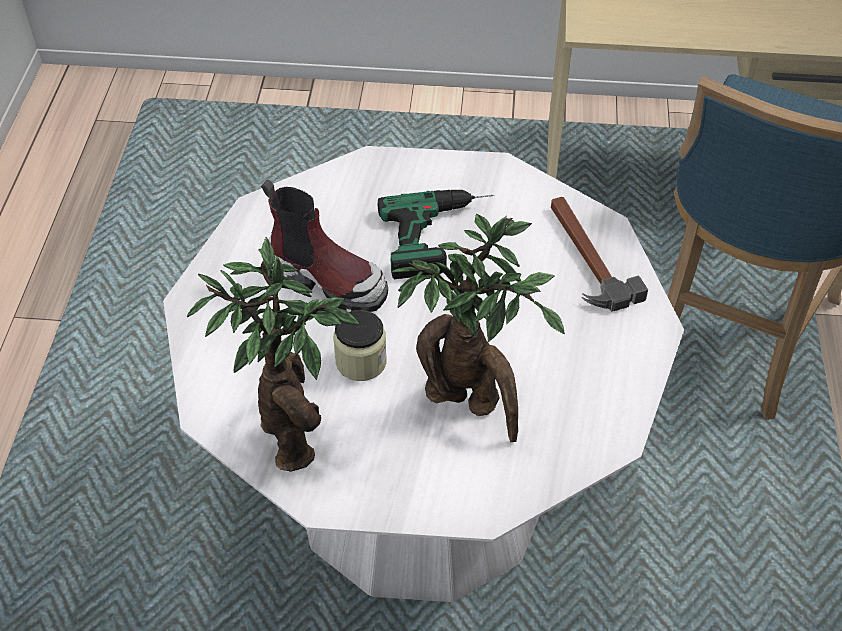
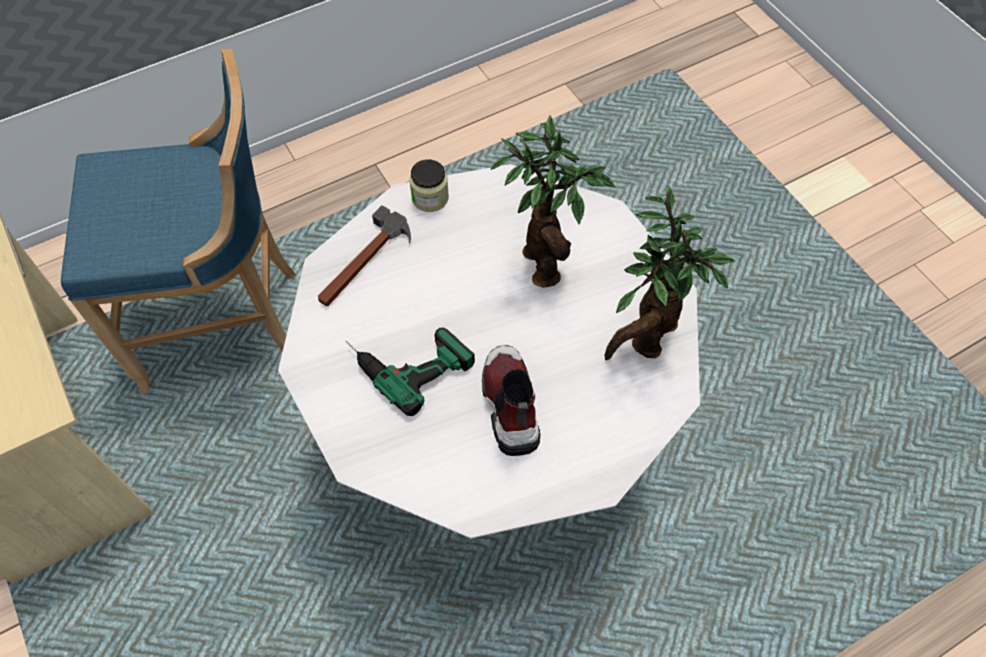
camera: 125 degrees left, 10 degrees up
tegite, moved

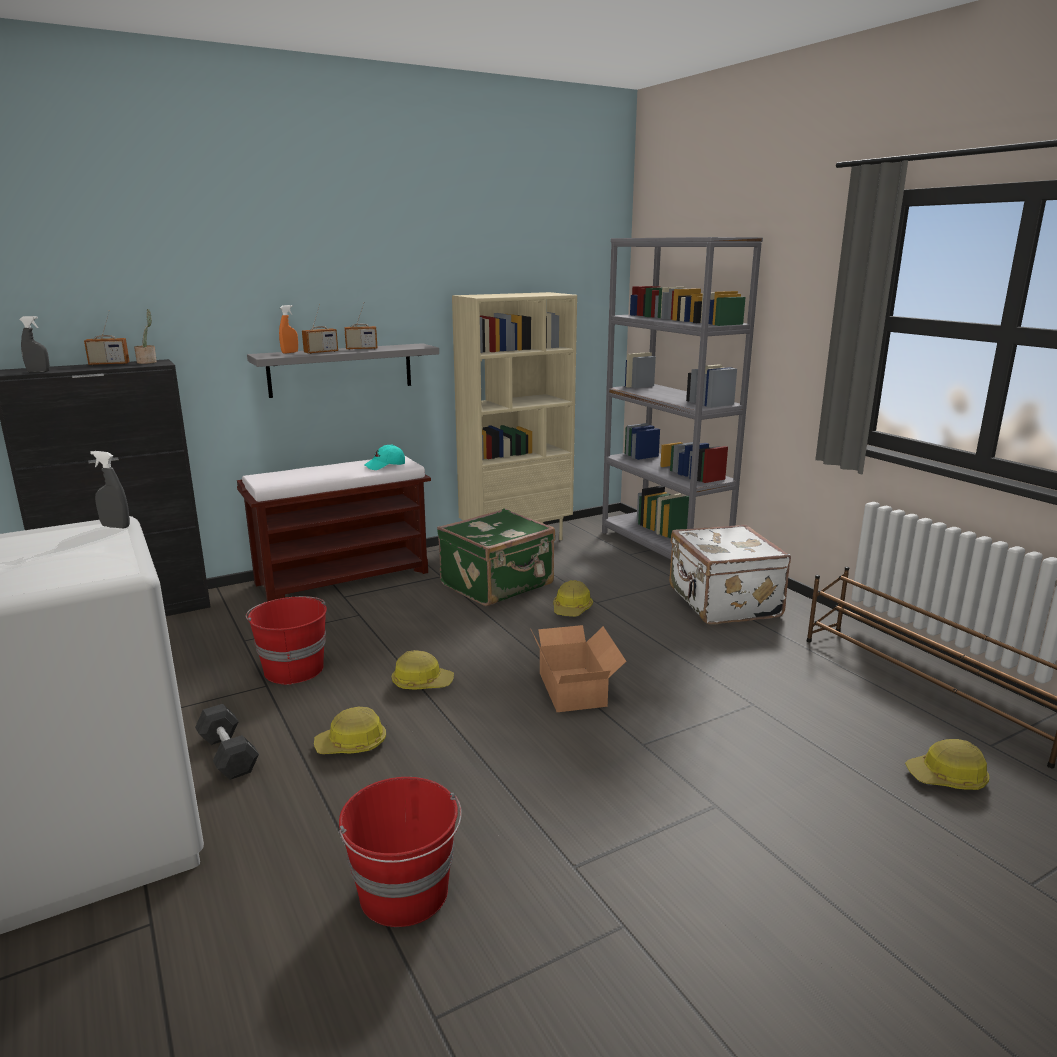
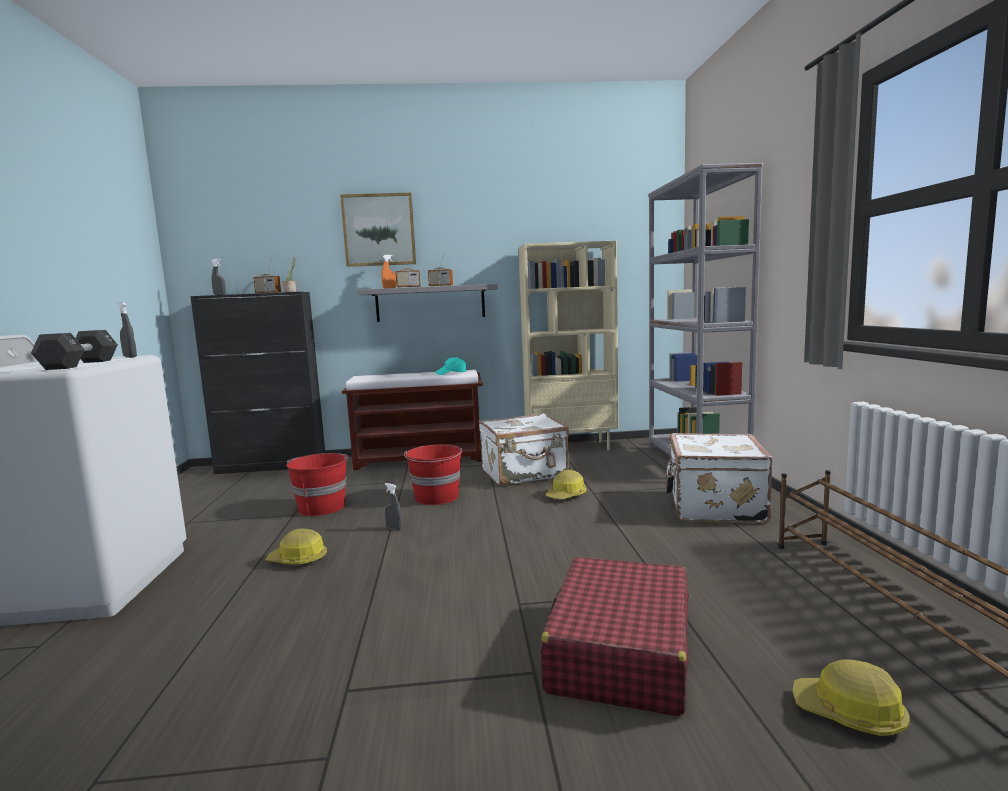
camera: 25 degrees right, 10 degrees down
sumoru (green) → sumoru (white) (1st from left)
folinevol → -
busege (2nd from left) → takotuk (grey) (3rd from left)
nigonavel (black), moved
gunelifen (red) (2nd from left), moved
- → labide
- → sumoru (red)

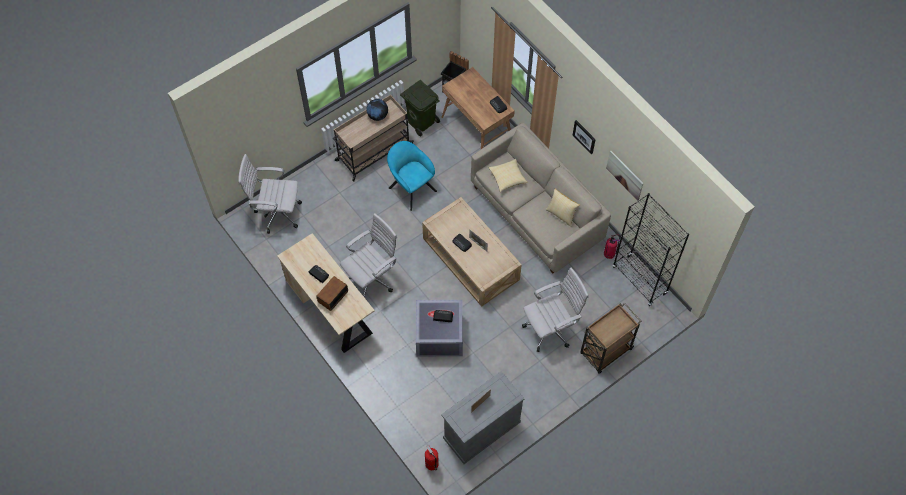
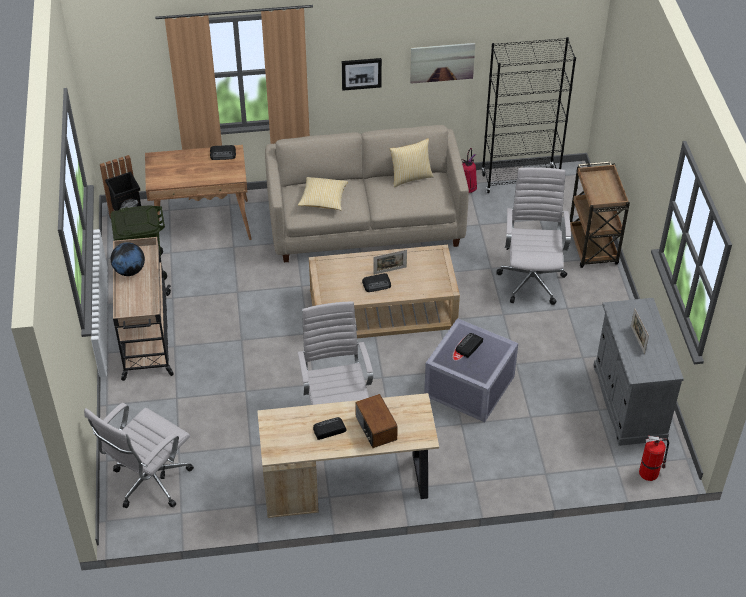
camera: 60 degrees left, 15 degrees down
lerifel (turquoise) → -

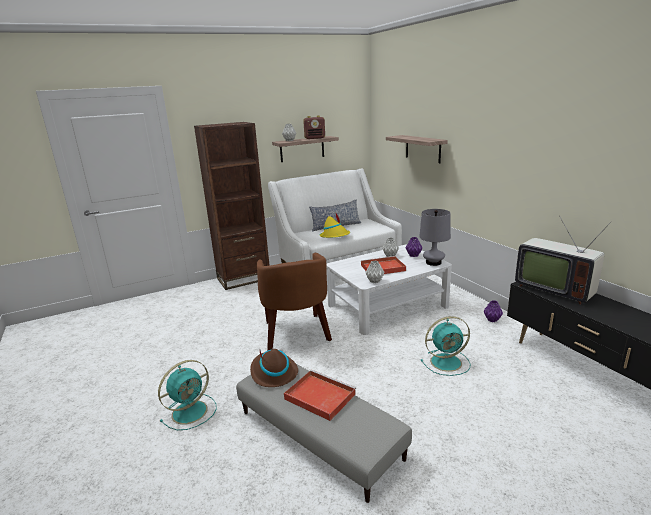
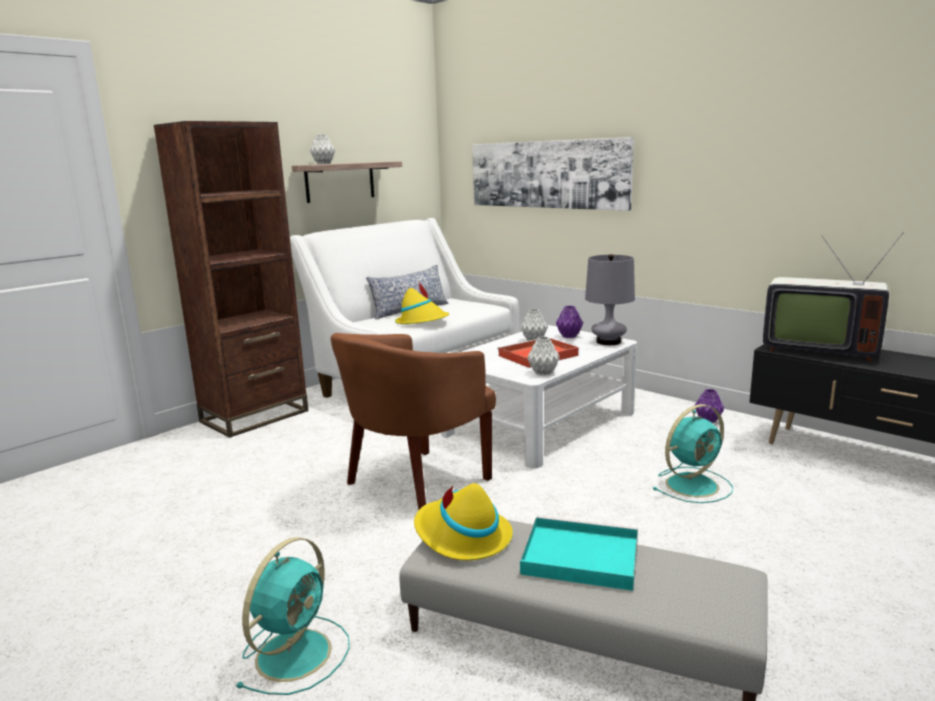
camera: 20 degrees left, 5 degrees down
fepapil → -
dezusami (2nd from left) → labide
lerifel (brown), 75 degrees clockwise
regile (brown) → regile (yellow) (2nd from left)
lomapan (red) (1st from left) → lomapan (turquoise)

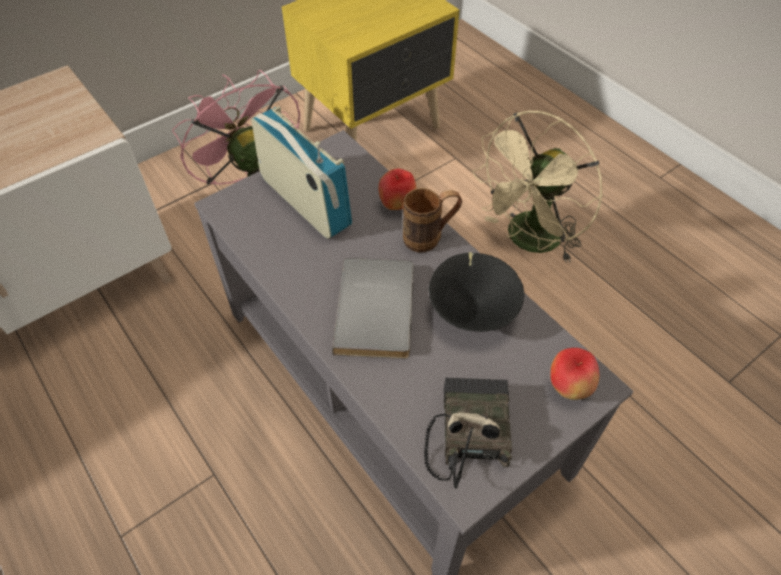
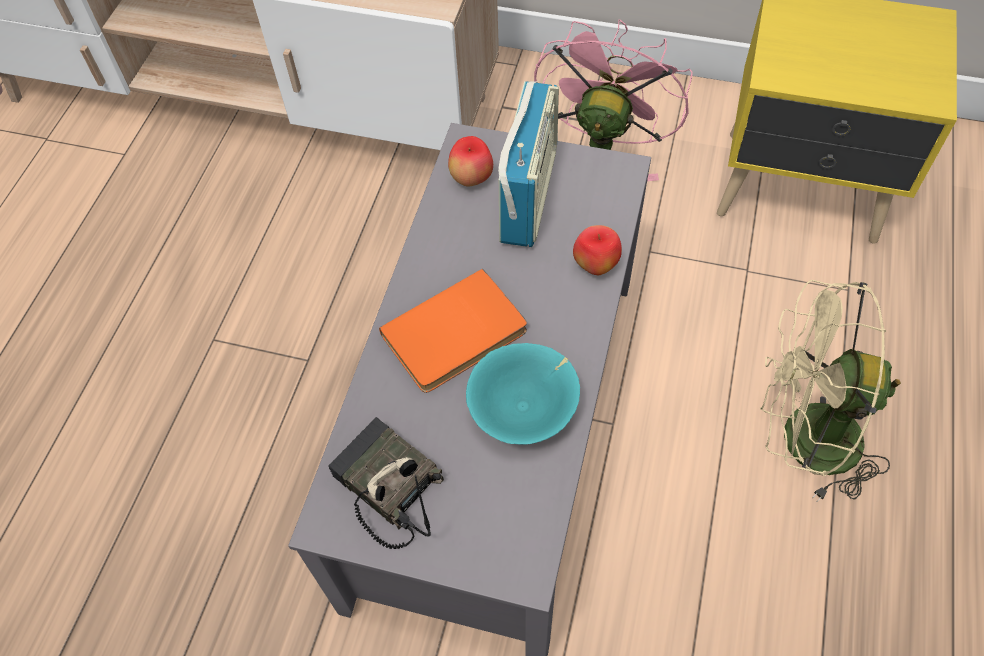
camera: 55 degrees right, 5 degrees up
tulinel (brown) → -
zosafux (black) → zosafux (turquoise)
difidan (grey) → difidan (orange)
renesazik (2nd from left in the first image) → renesazik (1st from left), moved
fepapil (2nd from left in the first image) → fepapil (1st from left), 105 degrees counterclockwise

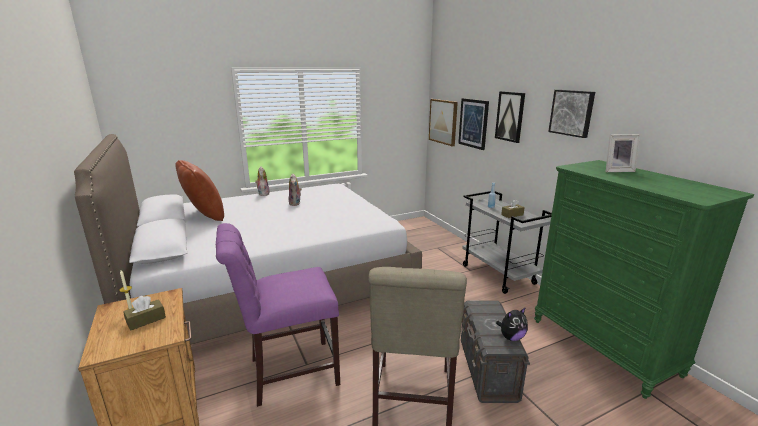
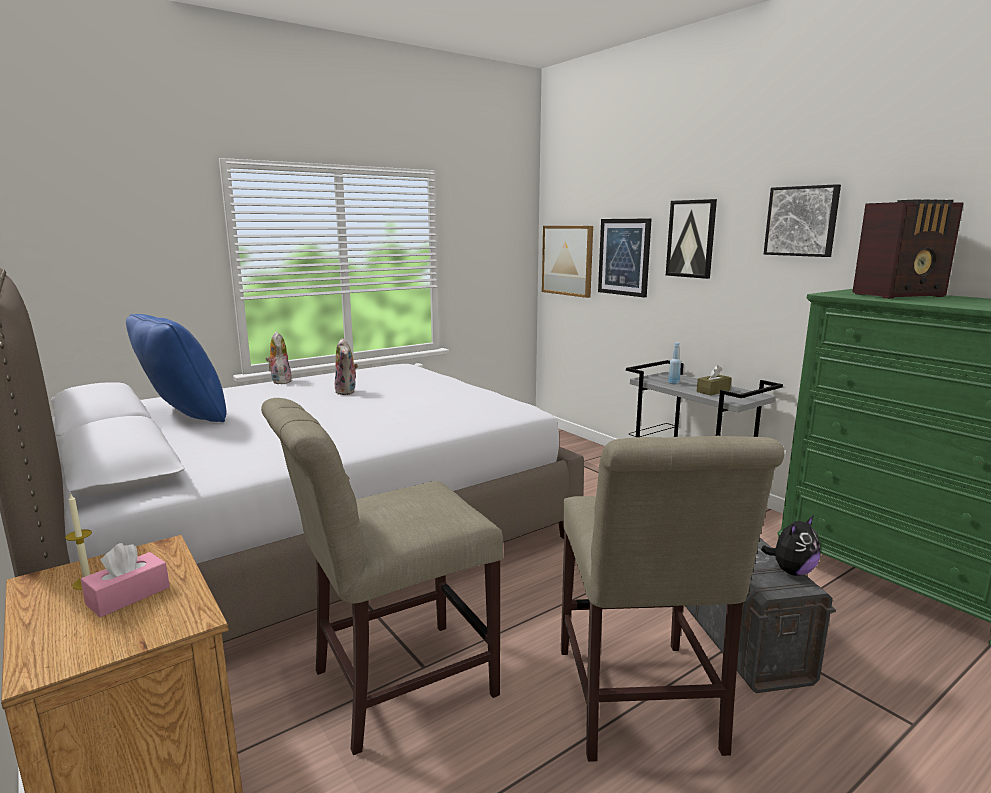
camera: 10 degrees left, 5 degrees down
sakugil → fepapil
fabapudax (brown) → fabapudax (blue)
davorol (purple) → davorol (beige) (1st from left)
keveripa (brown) (1st from left) → keveripa (pink)

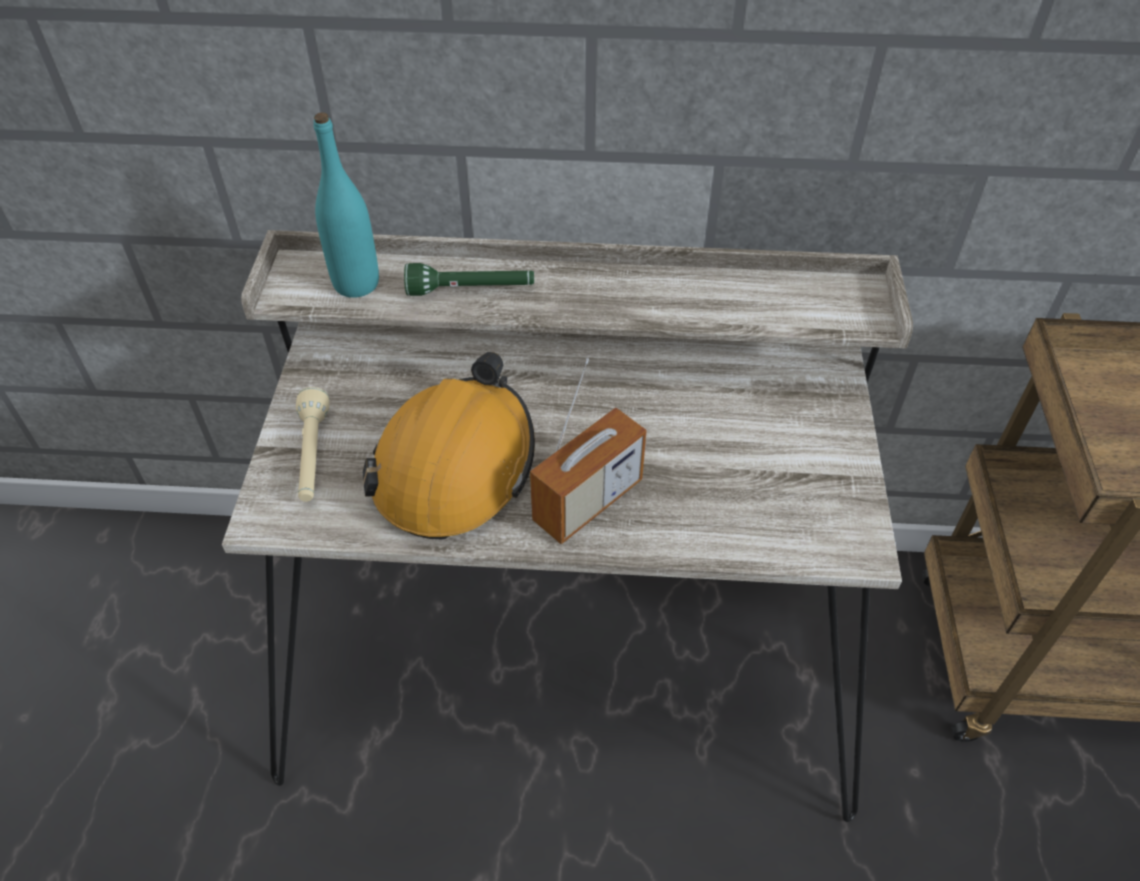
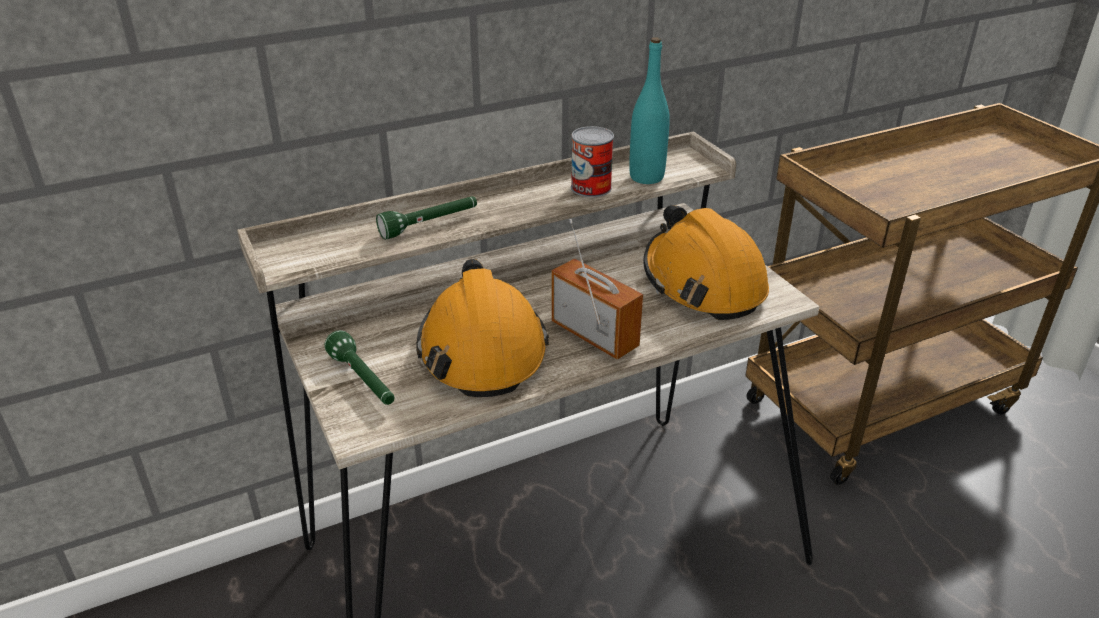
camera: 30 degrees left, 15 degrees down
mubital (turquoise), moved
fepapil, 60 degrees counterclockwise
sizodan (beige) → sizodan (green) (1st from left)
- → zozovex
- → busege (orange) (2nd from left)

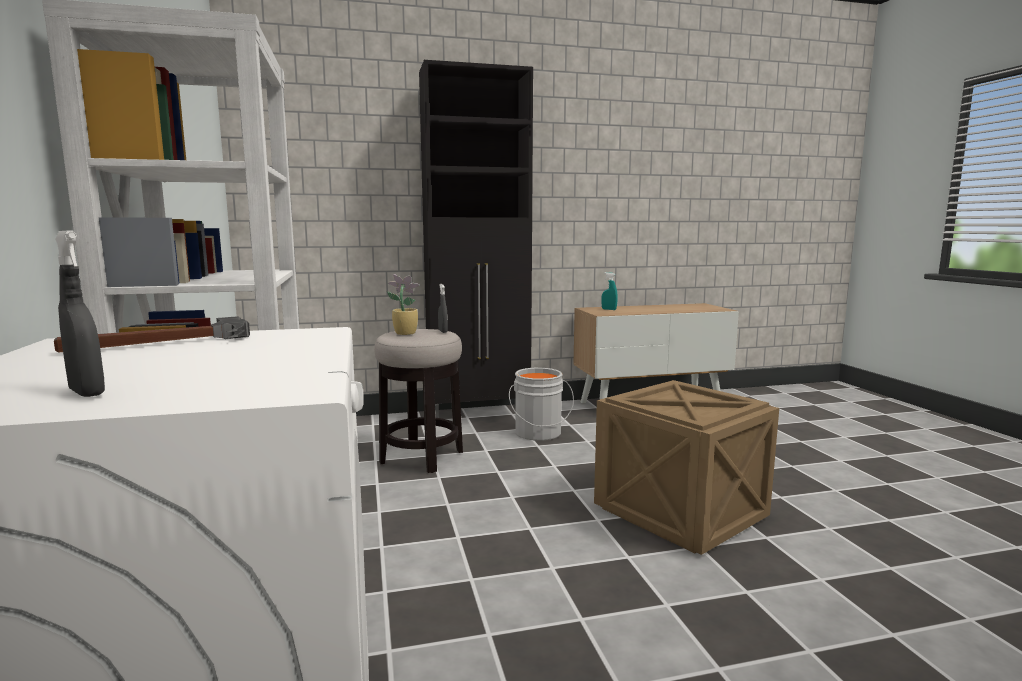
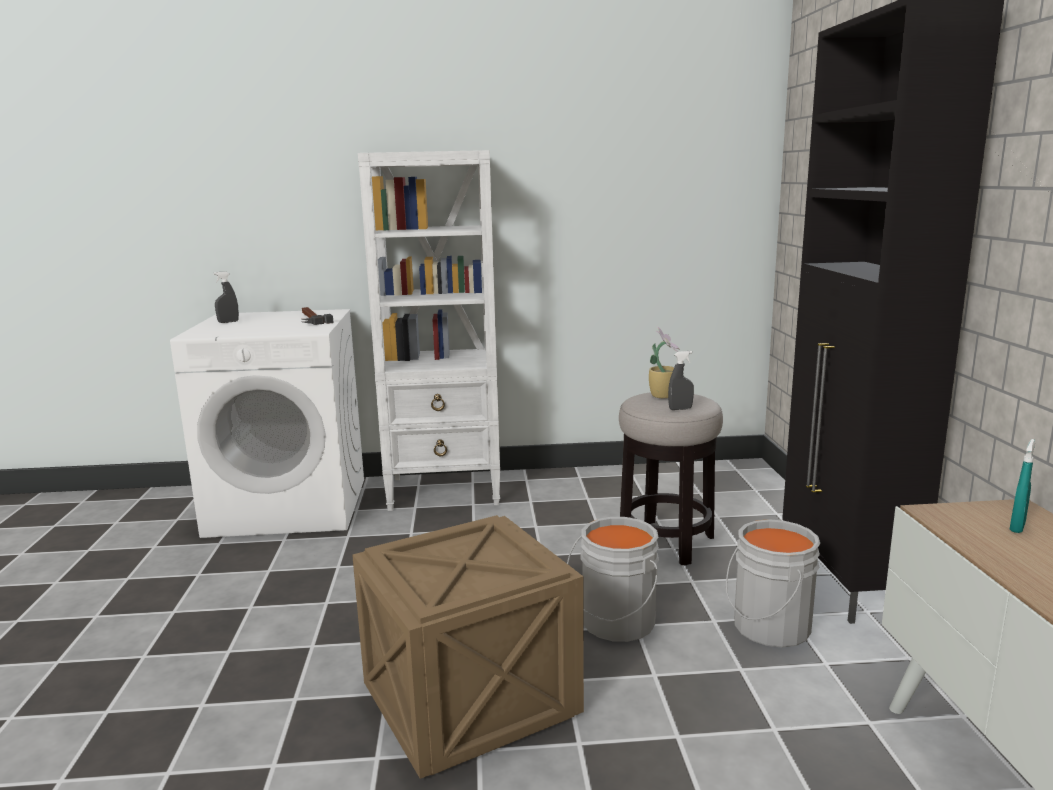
camera: 100 degrees right, 5 degrees up
- → gunelifen (grey) (1st from left)

